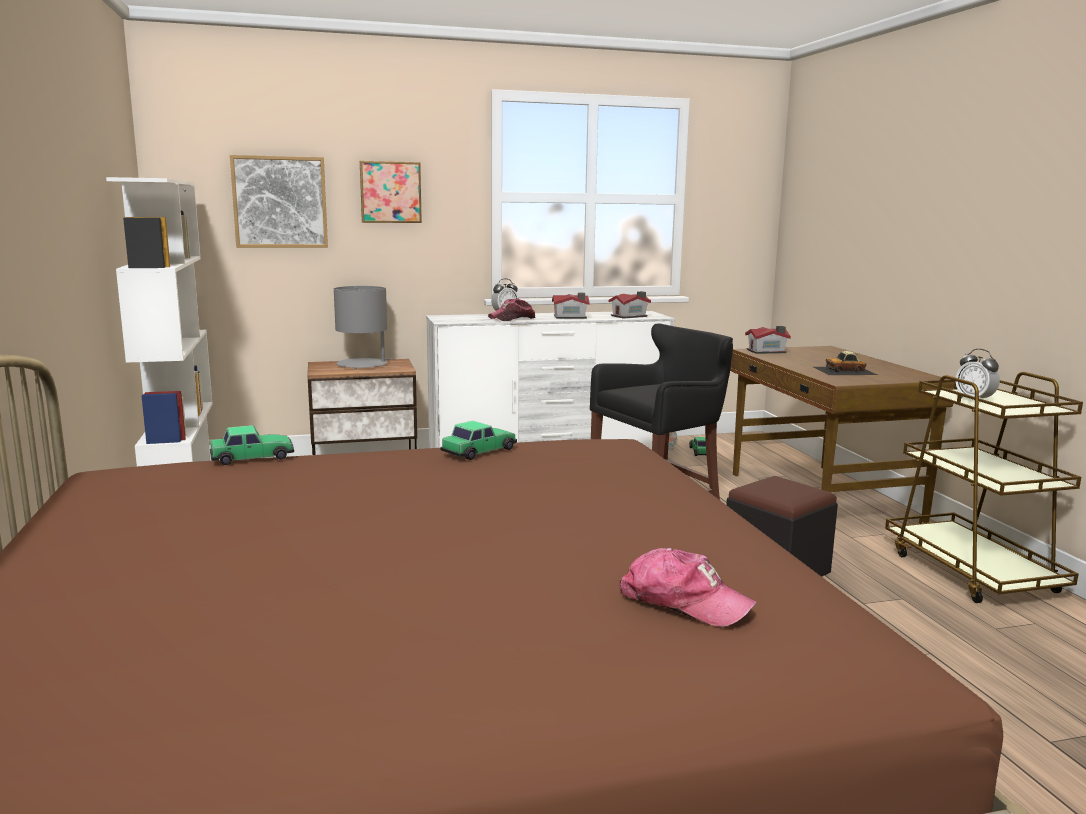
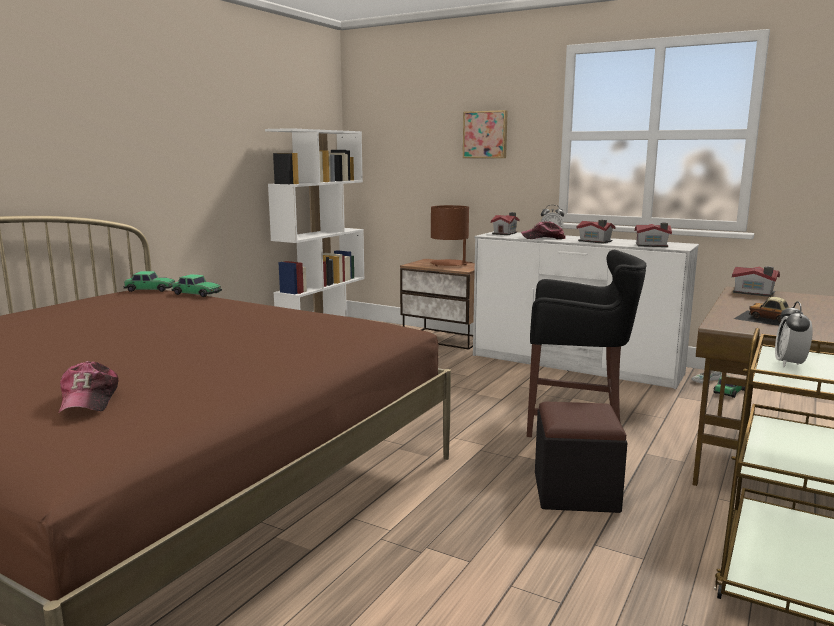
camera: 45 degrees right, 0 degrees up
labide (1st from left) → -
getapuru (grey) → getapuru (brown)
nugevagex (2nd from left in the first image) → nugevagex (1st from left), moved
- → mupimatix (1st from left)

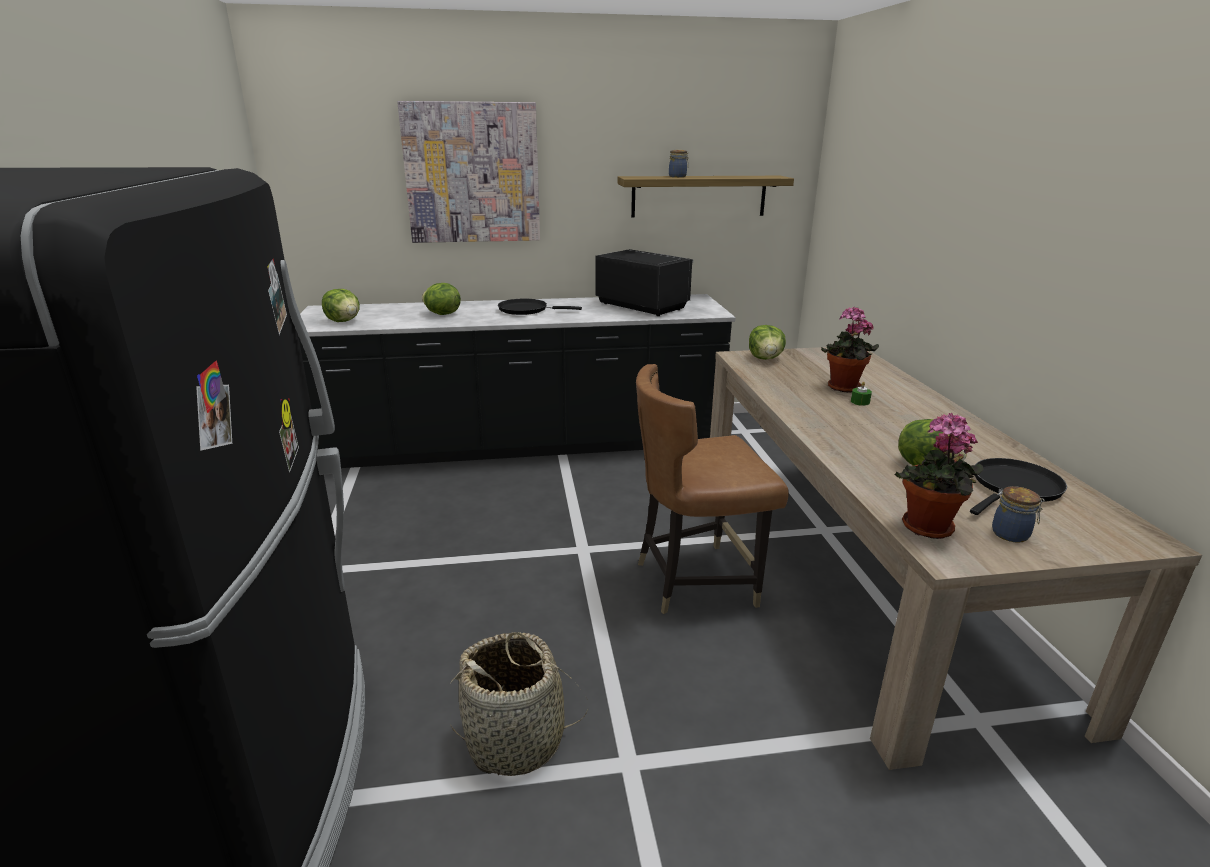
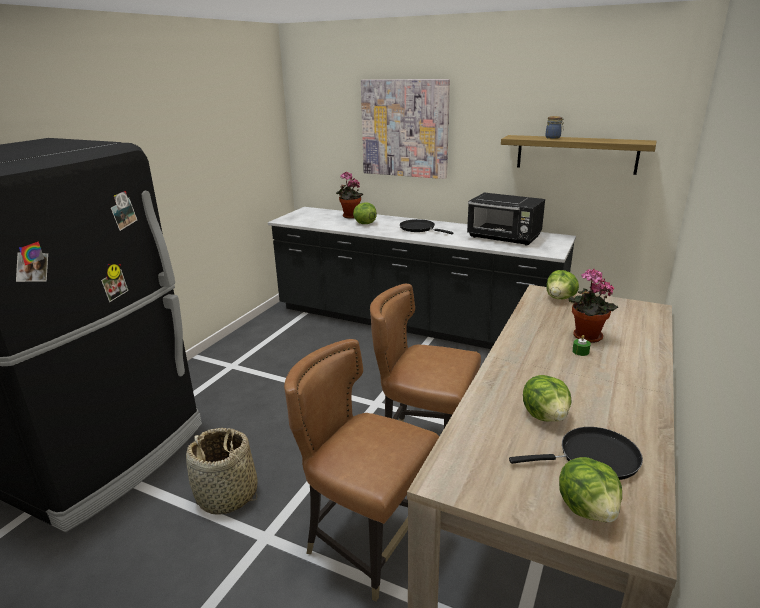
camera: 35 degrees right, 0 degrees up
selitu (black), 135 degrees clockwise
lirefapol (1st from left in the first image) → lirefapol (4th from left), moved
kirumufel (2nd from left in the first image) → kirumufel (1st from left), moved
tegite (2nd from left) → -
- → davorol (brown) (1st from left)

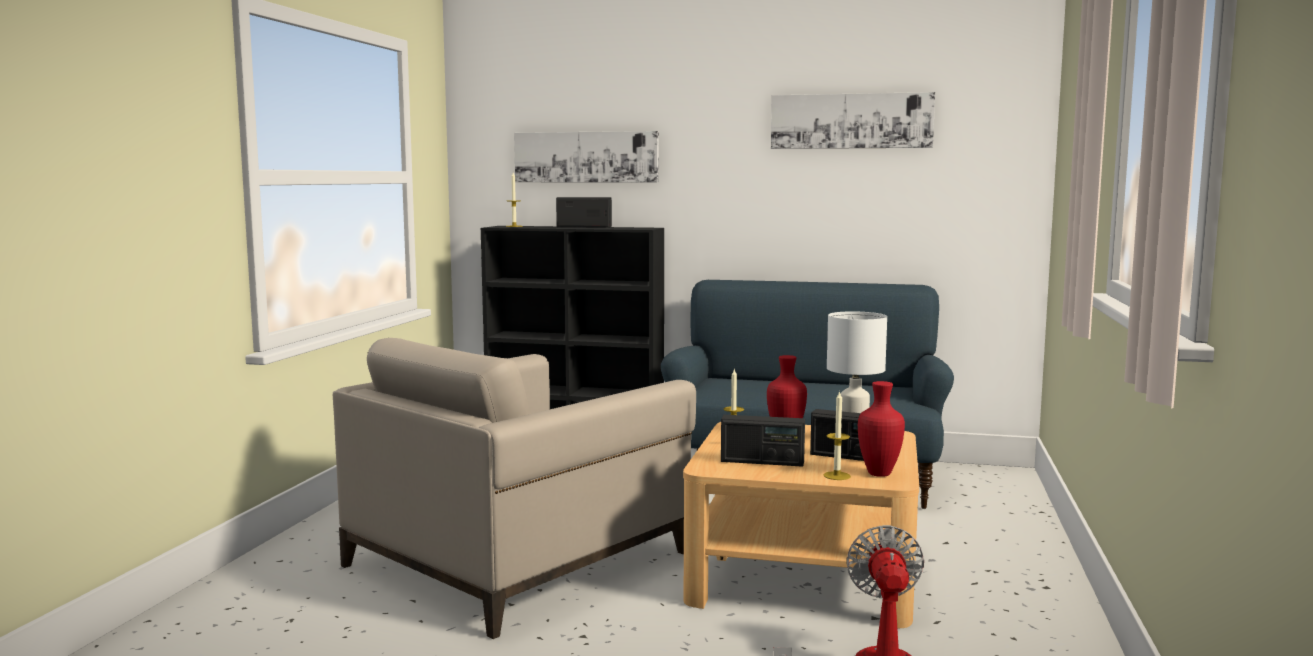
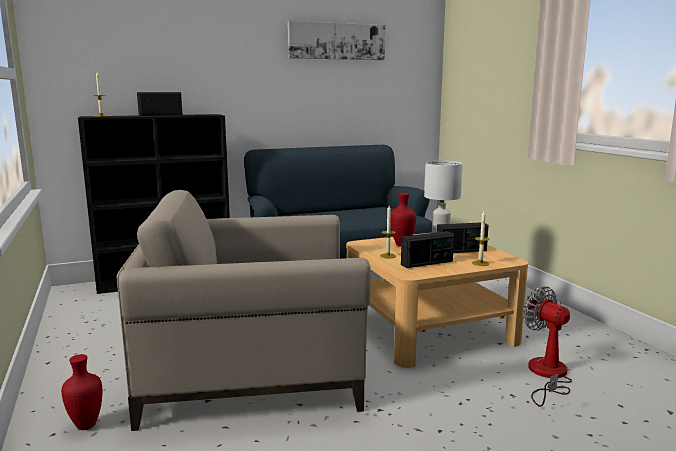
camera: 35 degrees left, 5 degrees up
labide (1st from left) → -
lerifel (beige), 75 degrees clockwise
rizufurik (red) (2nd from left in the first image) → rizufurik (red) (1st from left), moved

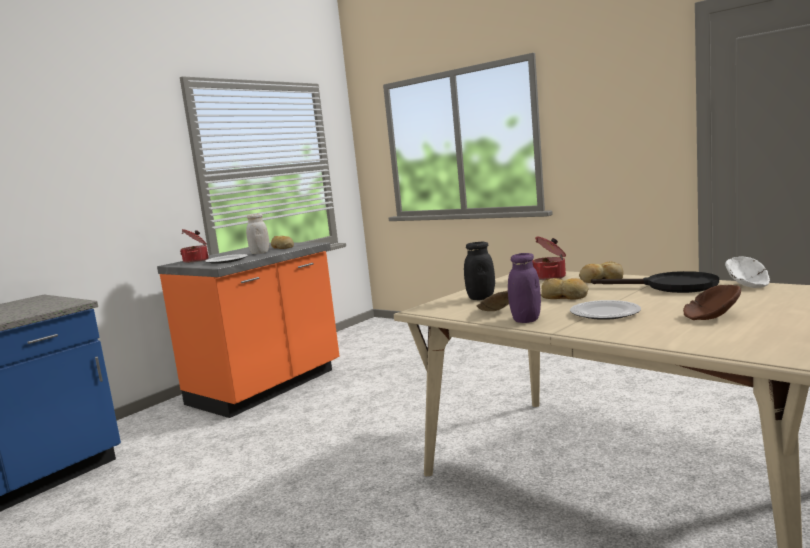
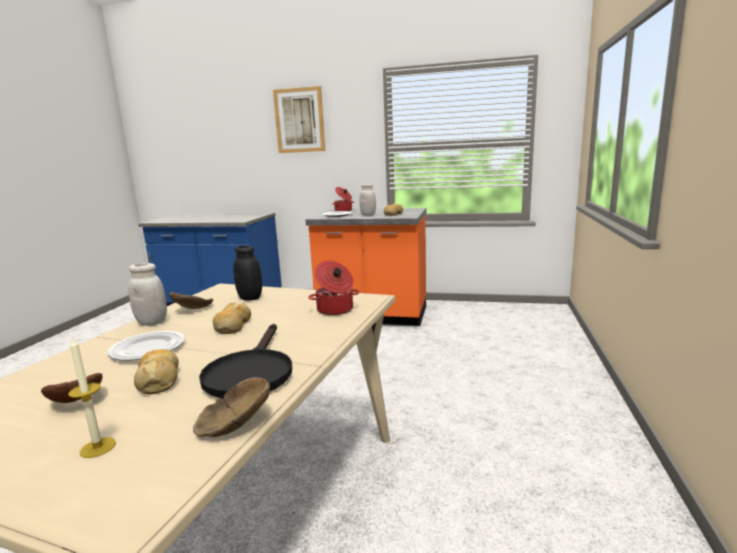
camera: 65 degrees right, 5 degrees up
tegite (purple) → tegite (white) (1st from left)
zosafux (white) → zosafux (brown) (3rd from left)
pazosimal (3rd from left in the first image) → pazosimal (1st from left), moved
- → labide
- → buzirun

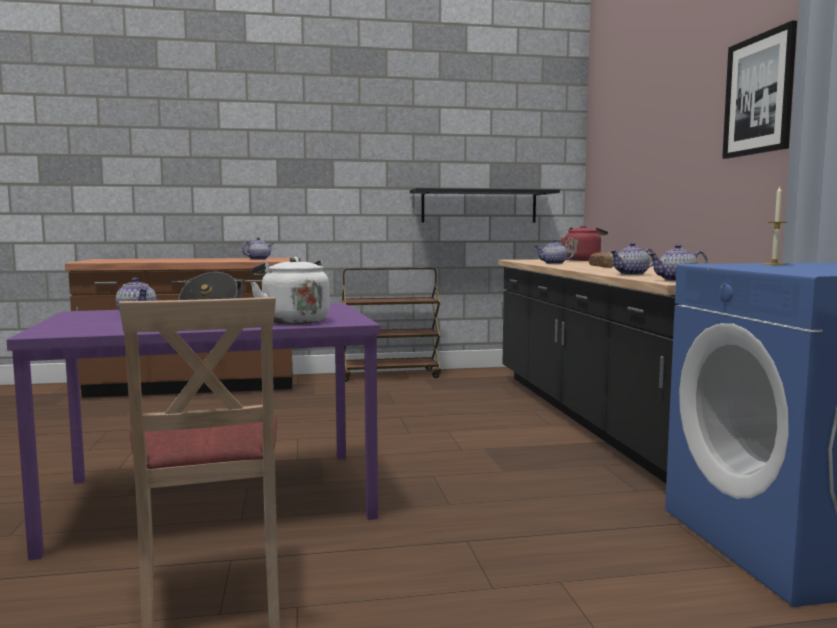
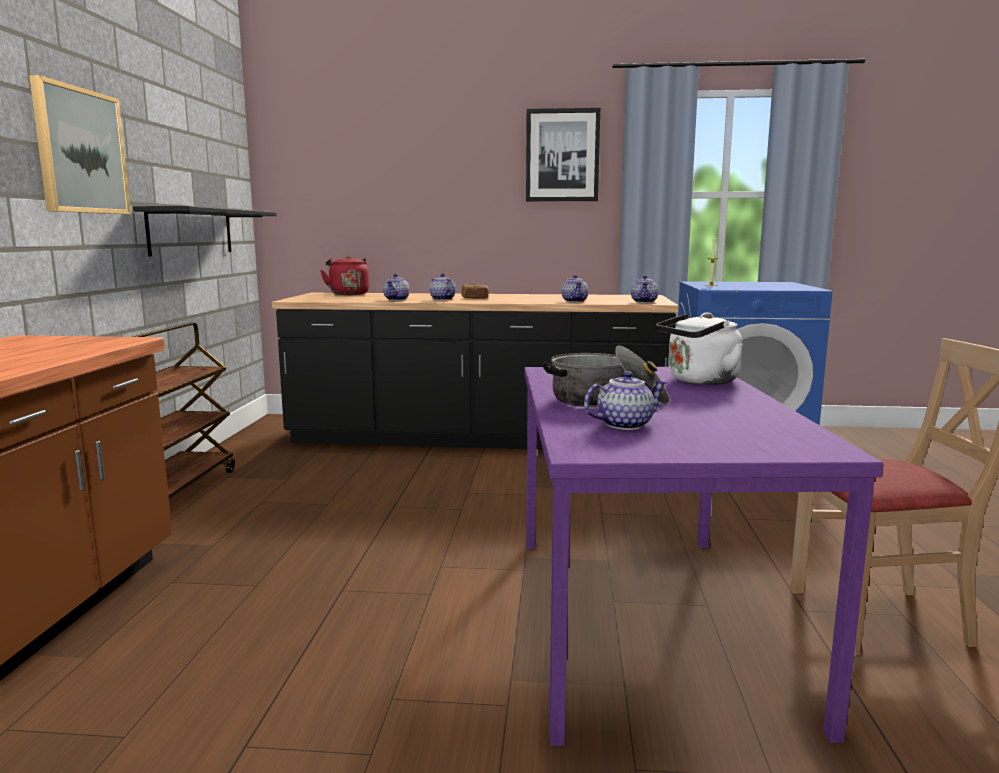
camera: 75 degrees left, 5 degrees up
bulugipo (2nd from left), moved
- → labide (1st from left)

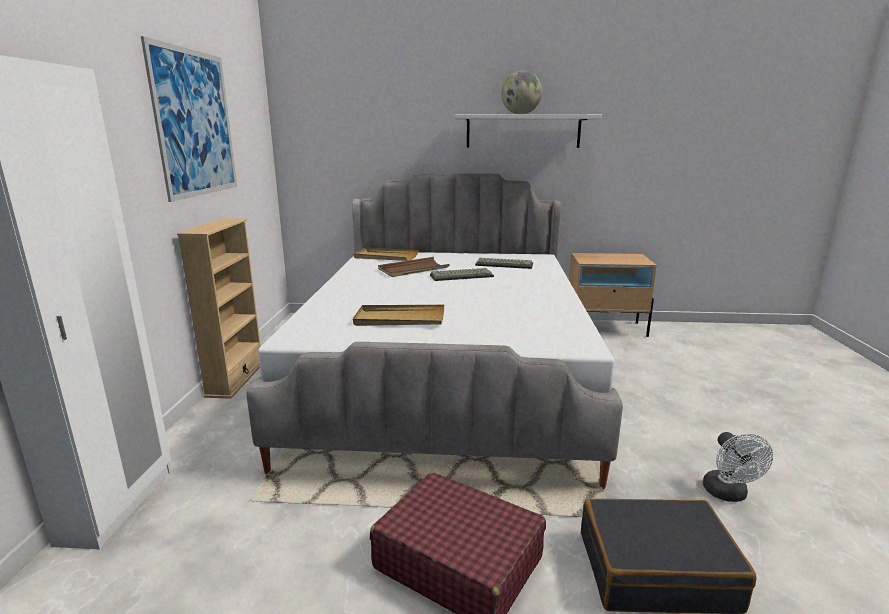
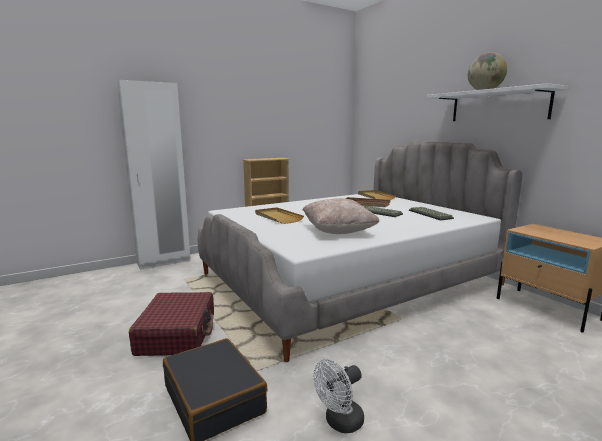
camera: 55 degrees right, 5 degrees down
labide → -
- → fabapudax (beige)

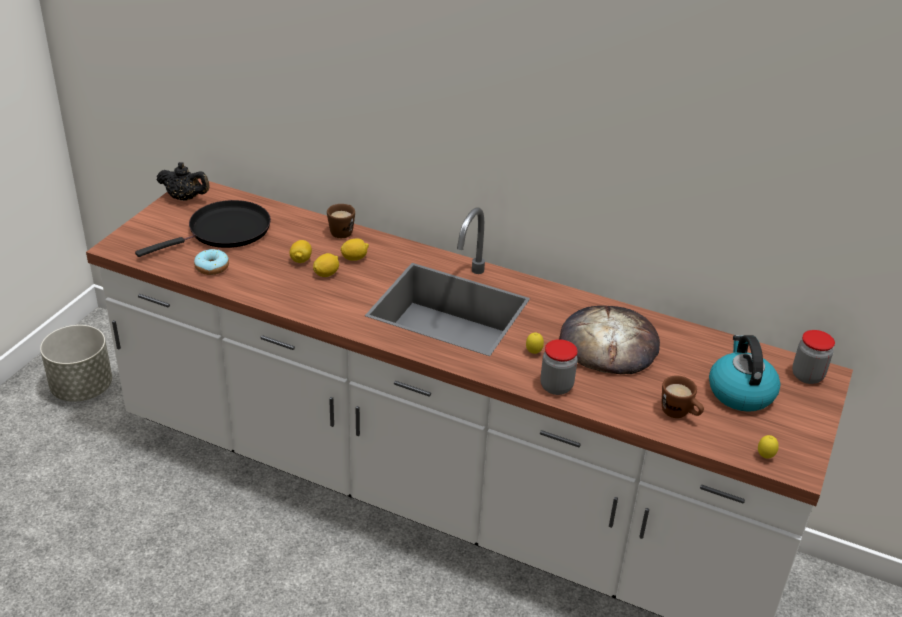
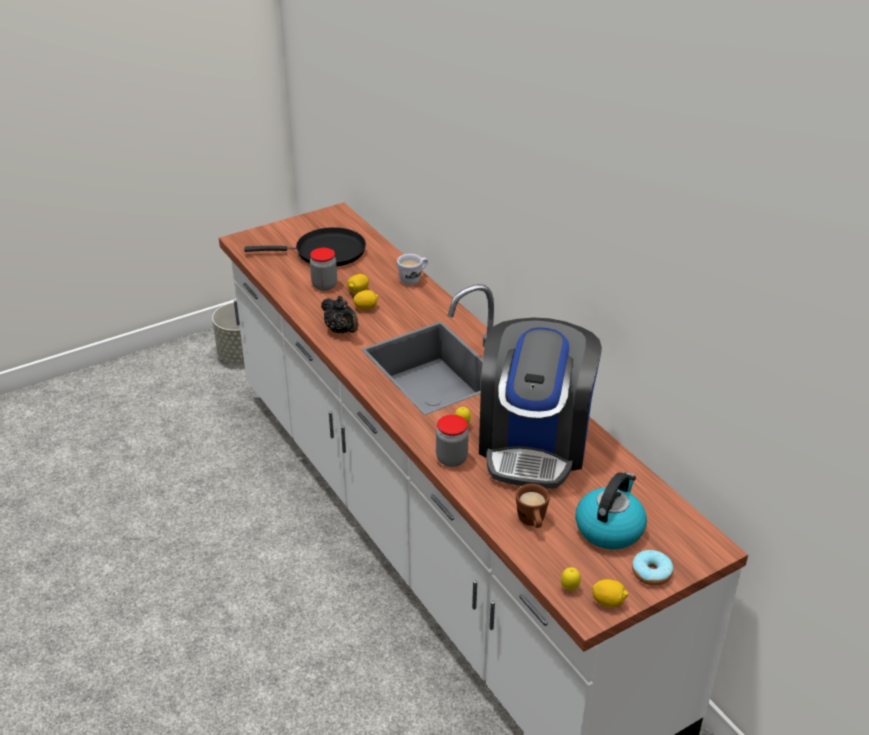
camera: 35 degrees right, 0 degrees up
bulugipo (black), moved
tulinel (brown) (1st from left) → tulinel (white)
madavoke (3rd from left in the first image) → madavoke (5th from left), moved
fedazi, moved
pazosimal → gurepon
tegite (2nd from left in the first image) → tegite (1st from left), moved

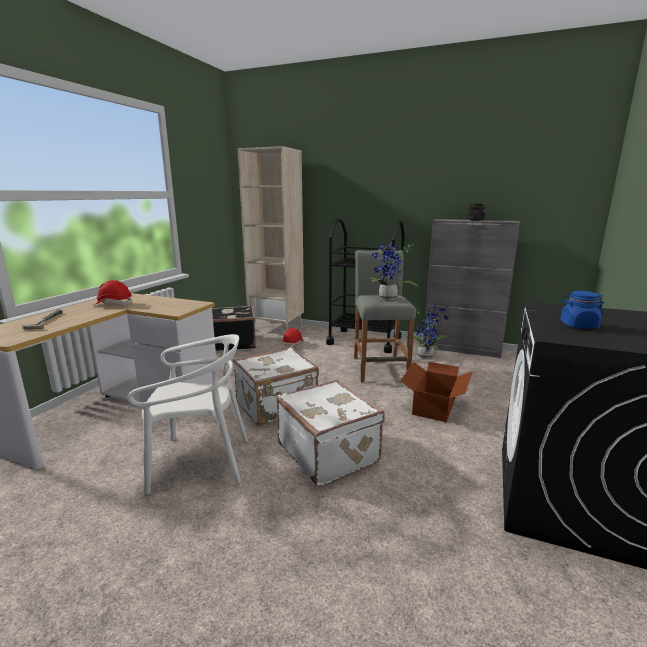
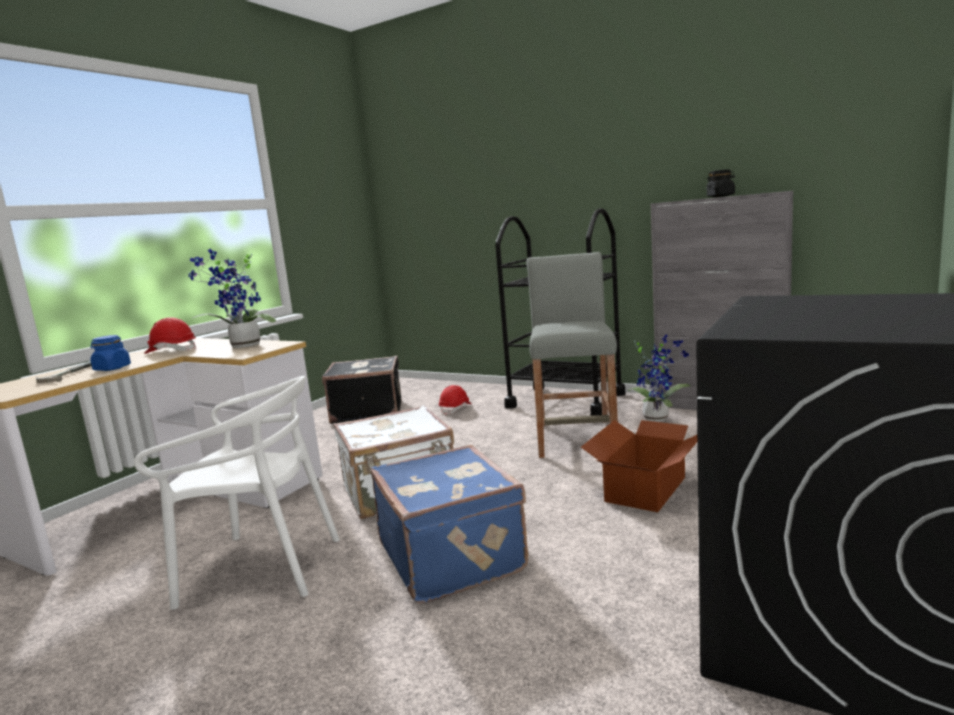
camera: 10 degrees right, 5 degrees down
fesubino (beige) → -
kirumufel (1st from left), moved
tegite (blue), moved
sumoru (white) (2nd from left) → sumoru (blue)

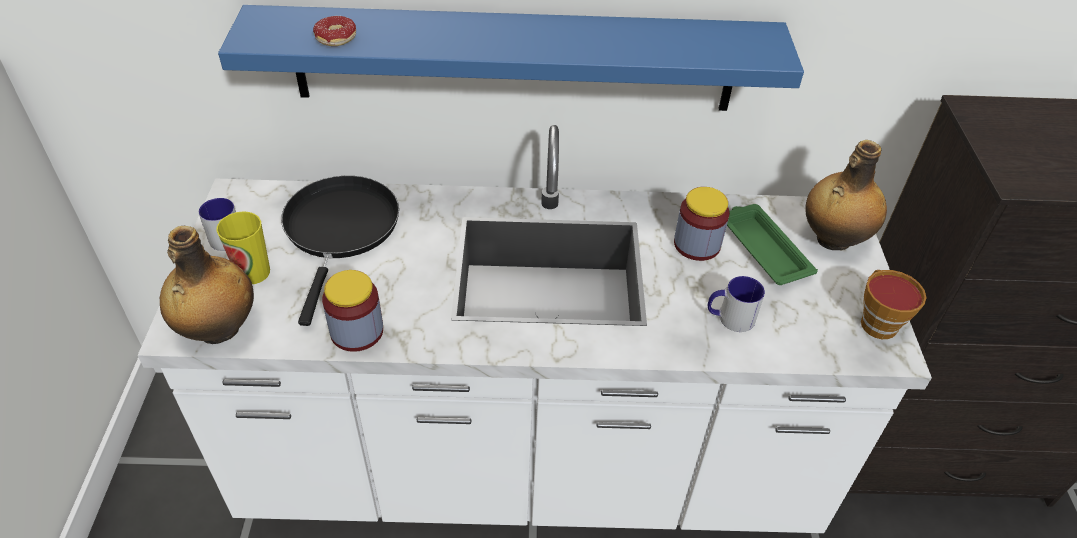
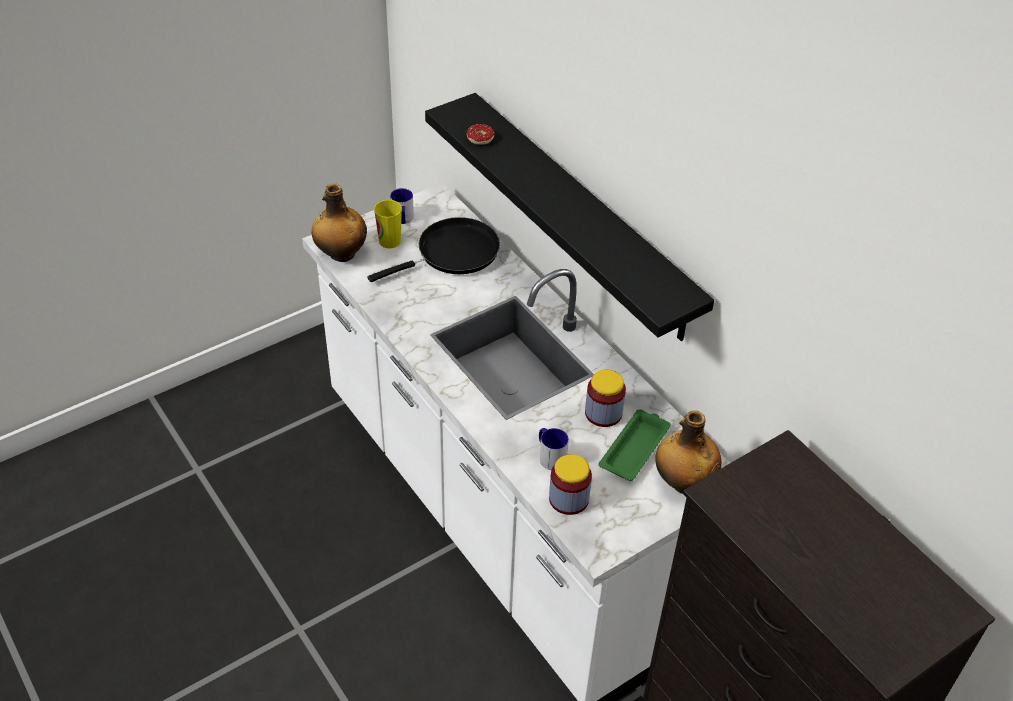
camera: 55 degrees right, 0 degrees up
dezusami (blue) → dezusami (black)
tegite (1st from left), moved
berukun (2nd from left) → -

